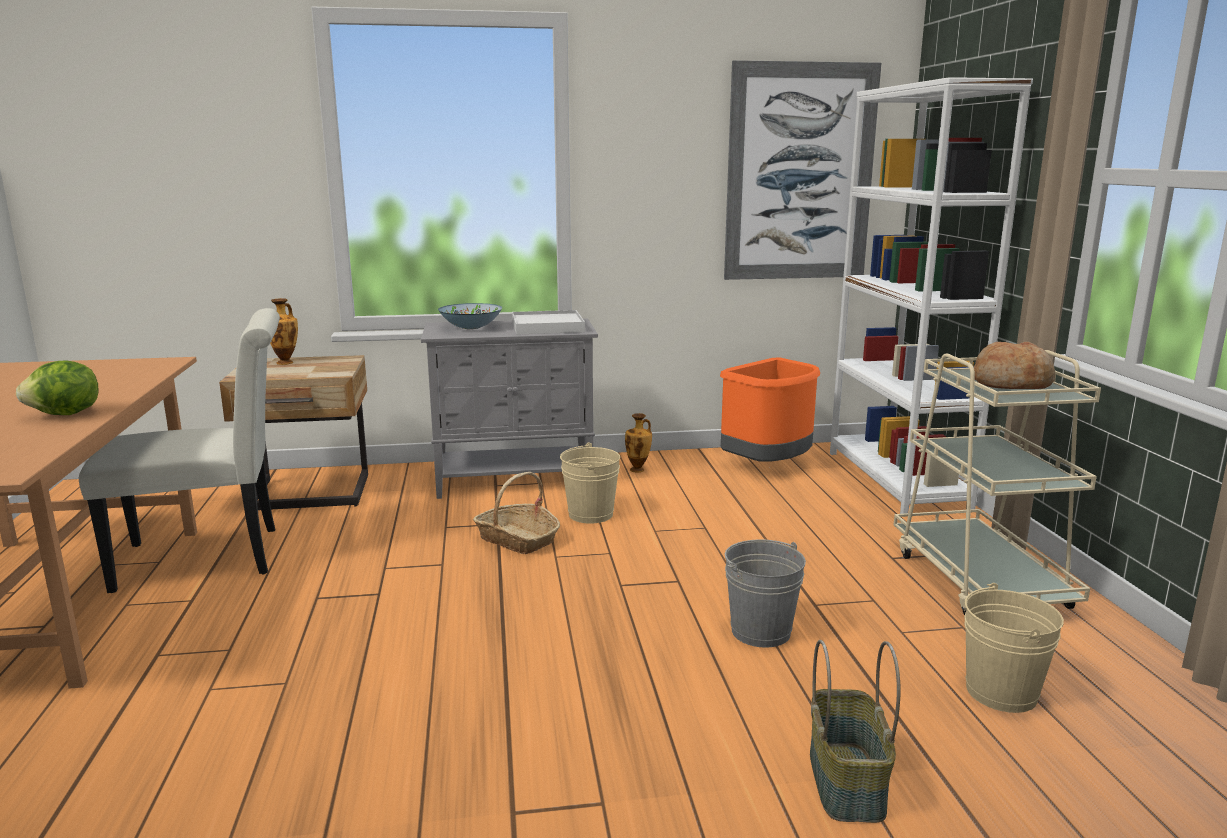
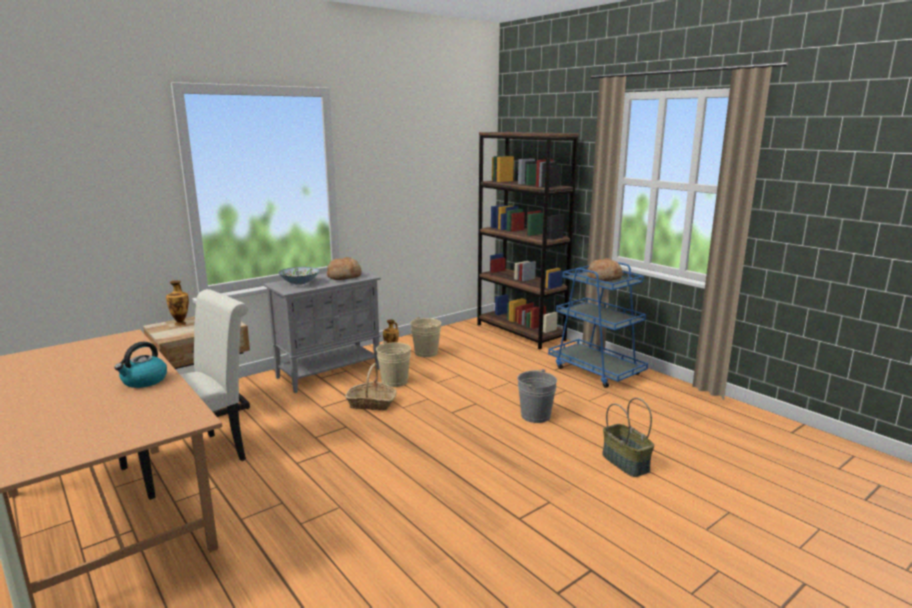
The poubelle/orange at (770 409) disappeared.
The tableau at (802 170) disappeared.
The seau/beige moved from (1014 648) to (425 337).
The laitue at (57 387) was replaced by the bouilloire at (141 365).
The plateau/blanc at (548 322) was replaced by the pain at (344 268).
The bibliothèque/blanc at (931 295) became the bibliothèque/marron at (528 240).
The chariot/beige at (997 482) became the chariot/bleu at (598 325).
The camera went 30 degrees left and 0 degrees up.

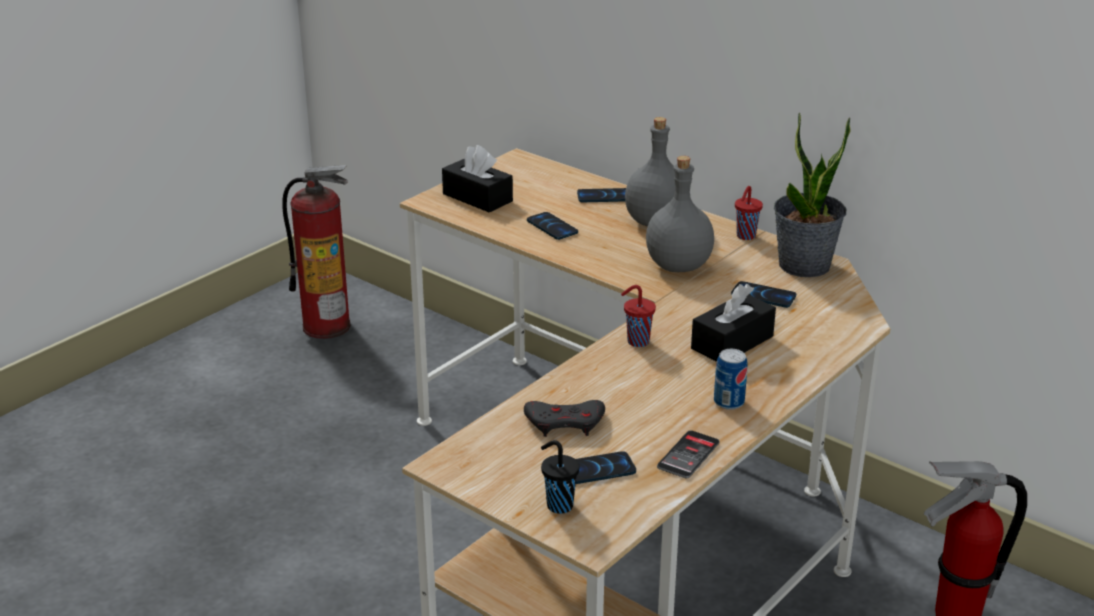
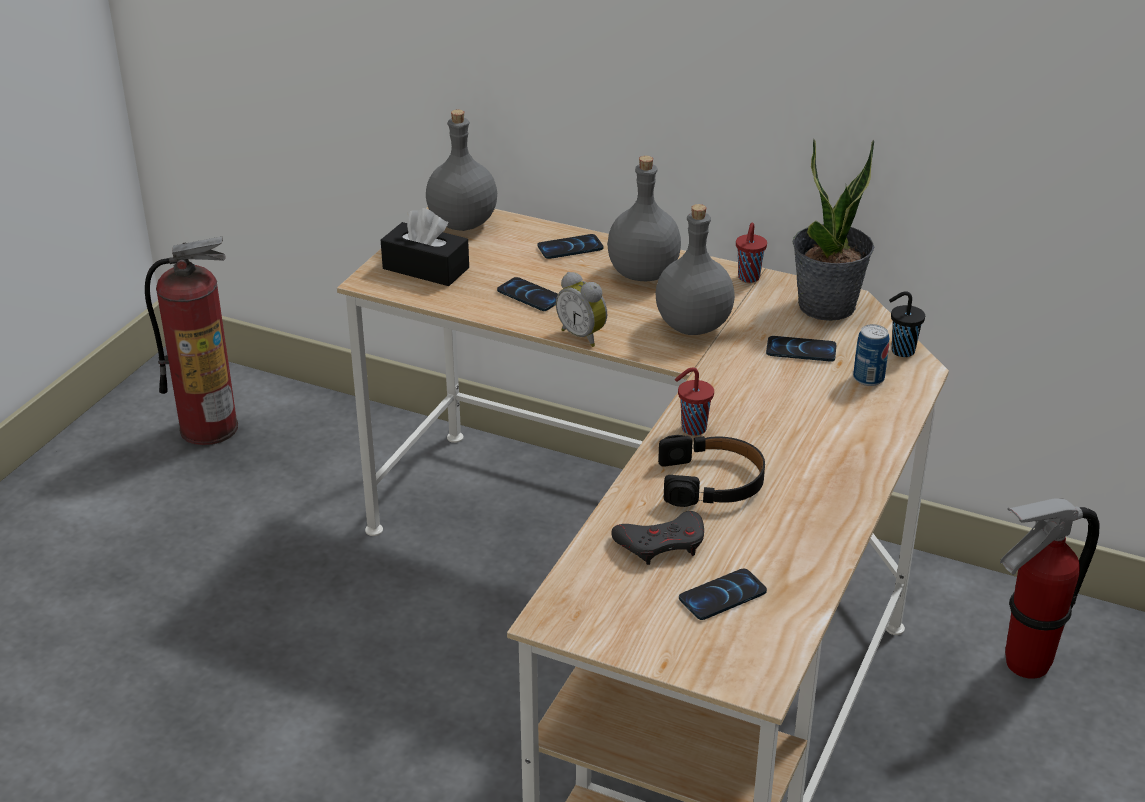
The téléphone at (688 454) disappeared.
The boîte à mouchoirs/noir at (733 323) disappeared.
The bouteille/gris at (461 170) appeared.
The réveil at (581 309) appeared.
The casque audio/noir at (711 471) appeared.
The tasse/noir moved from (560 477) to (907 324).
The boîte métallique moved from (731 379) to (871 355).
The camera went 15 degrees left and 5 degrees up.

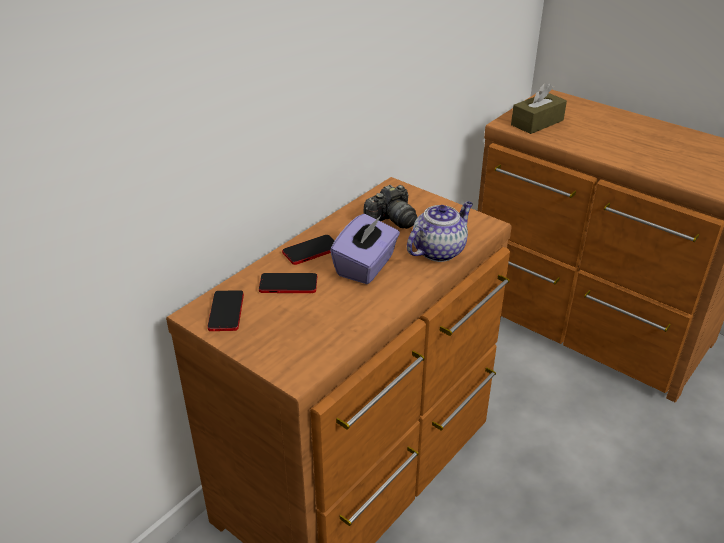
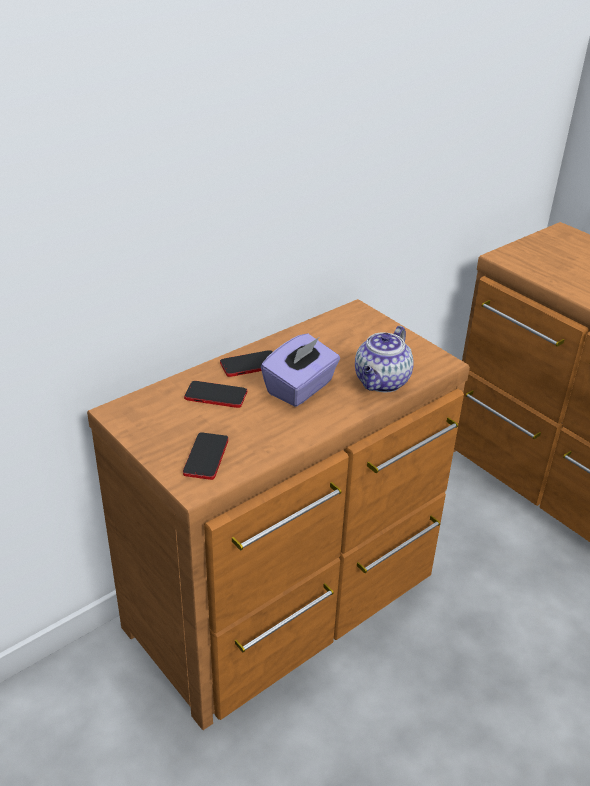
The appareil photo at (390 207) disappeared.
The boîte à mouchoirs/marron at (539 108) disappeared.
The téléphone moved from (226 310) to (205 456).
The théière at (440 231) turned 150 degrees clockwise.
The camera went 10 degrees right and 0 degrees up.

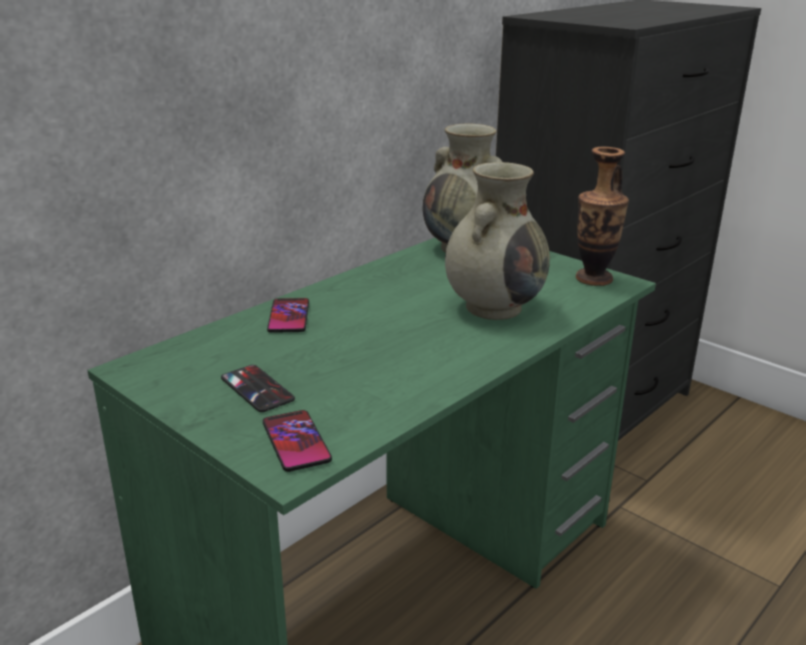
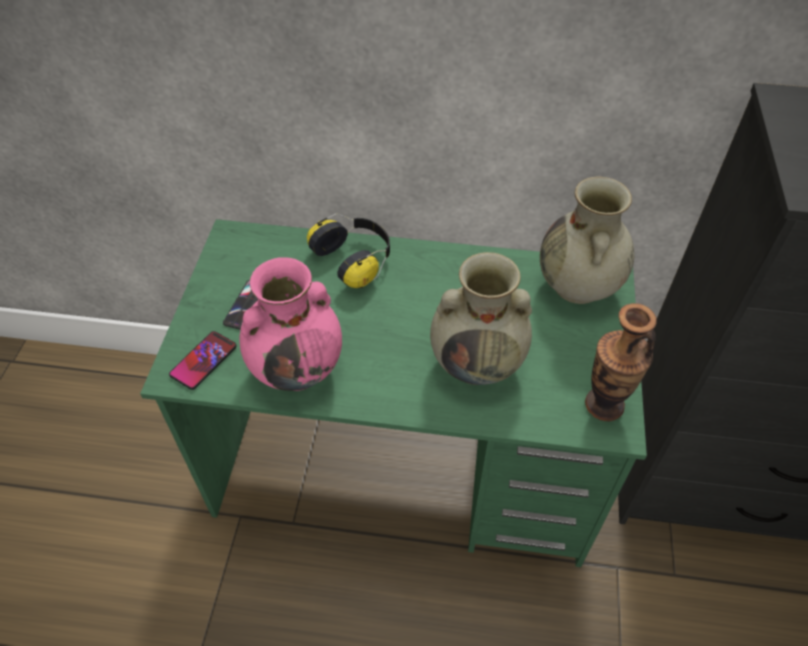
The vase/rose at (290 324) appeared.
The téléphone at (288 315) was replaced by the casque audio at (348 251).
The camera went 55 degrees right and 25 degrees up.

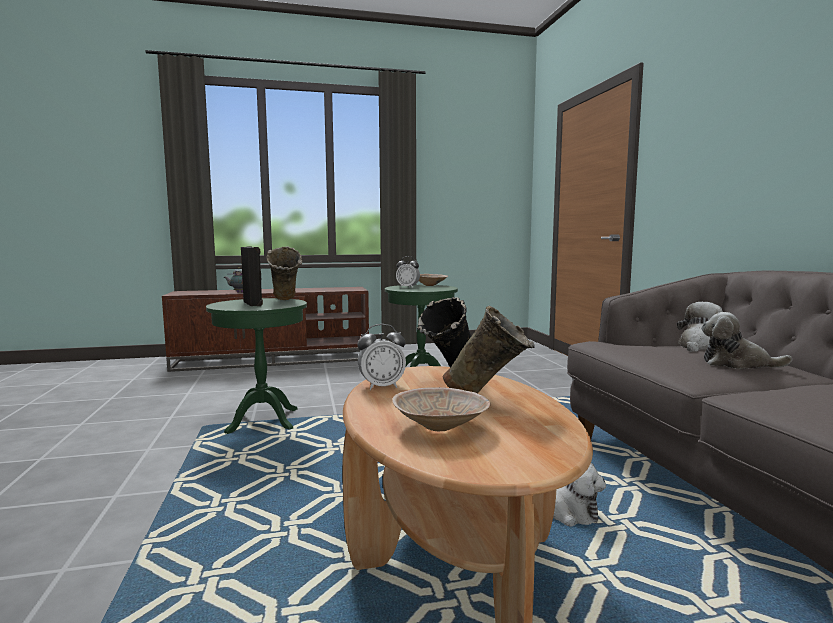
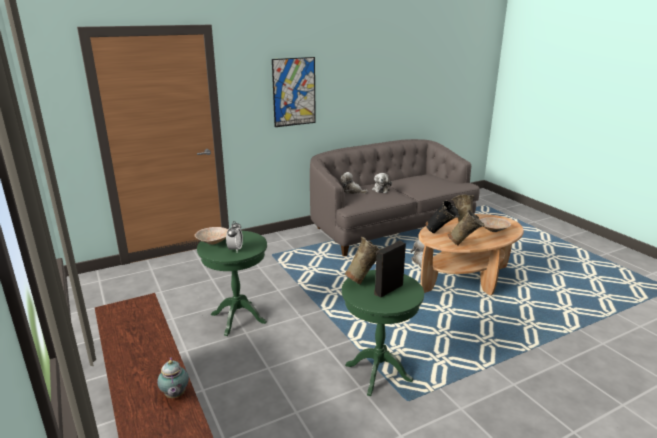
The tableau at (294 92) appeared.
The réveil at (382 357) was replaced by the vase/beige at (466 227).
The camera went 105 degrees left and 15 degrees up.

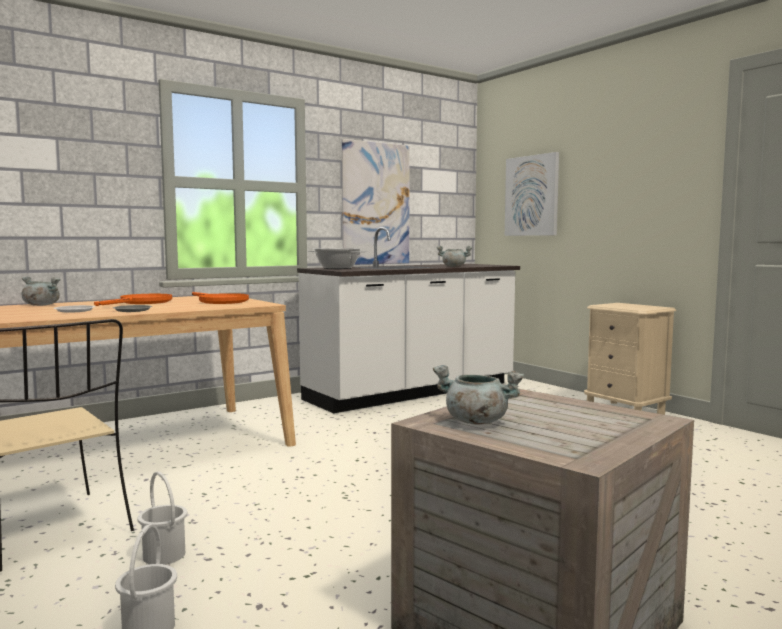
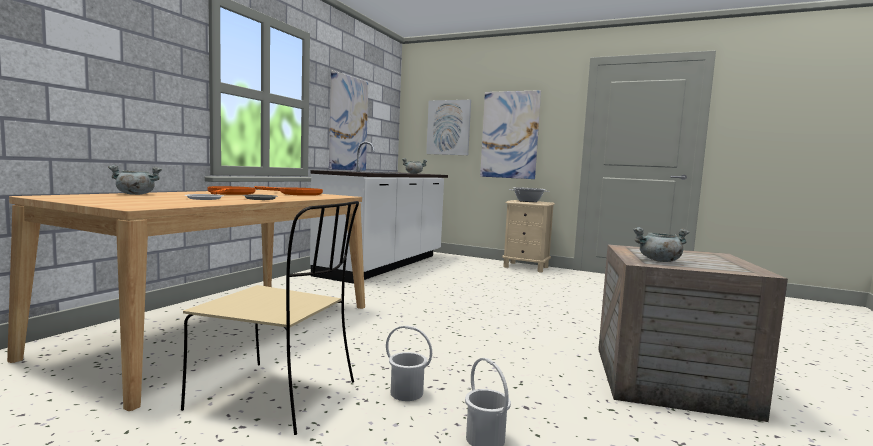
The tableau at (510 134) appeared.
The marmite moved from (337 258) to (529 194).
The camera went 30 degrees left and 0 degrees up.

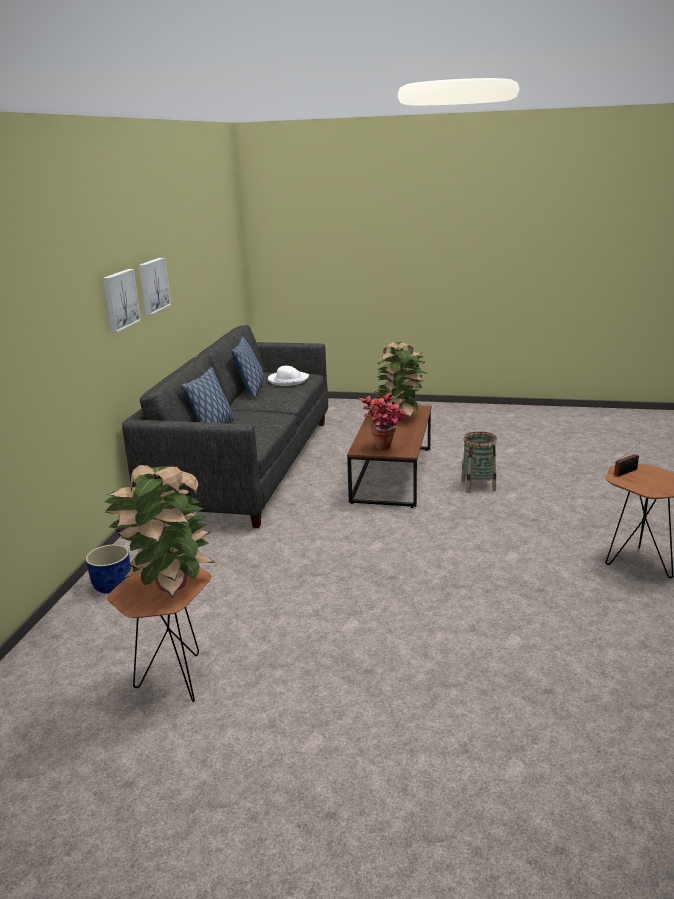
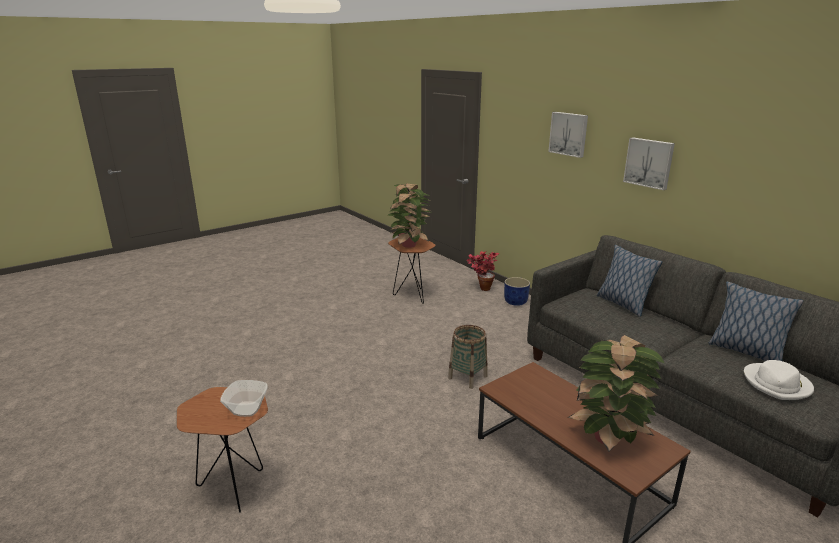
The tableau moved from (155 286) to (568 135).
The plante en pot moved from (382 421) to (482 271).
The panier moved from (479 462) to (468 357).
The radio at (627 460) was replaced by the bol at (244 398).
The camera went 130 degrees right and 0 degrees up.

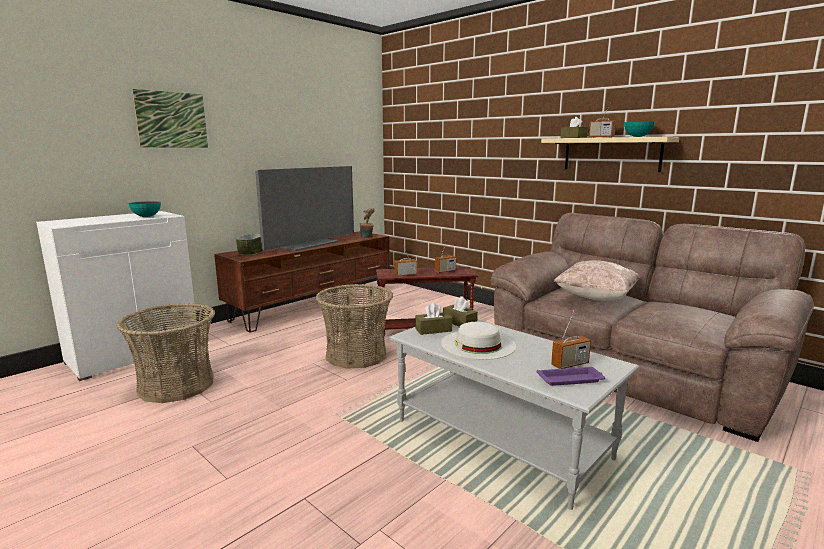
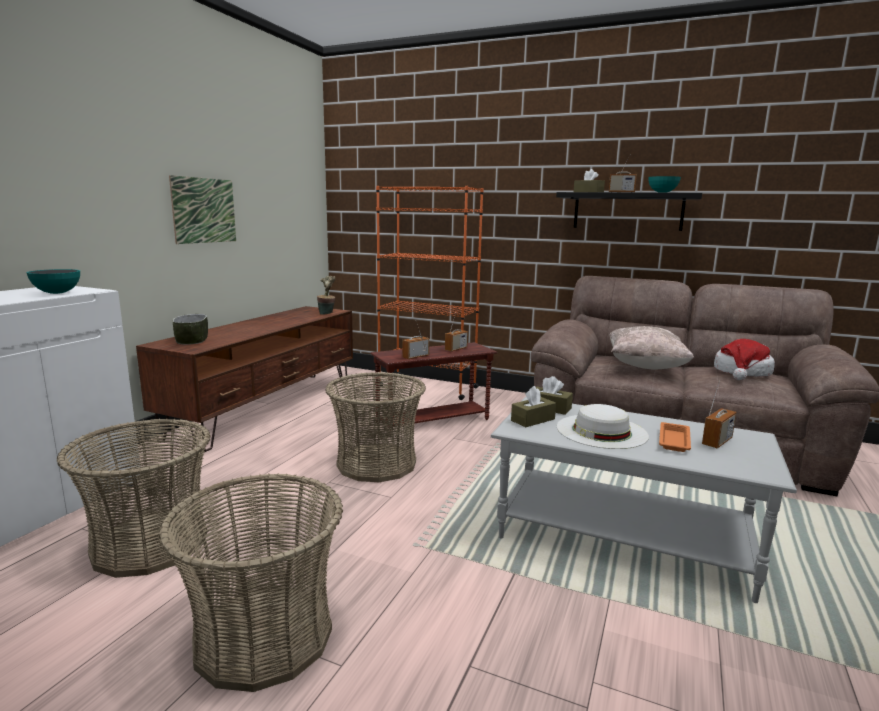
The téléviseur at (304 208) disappeared.
The plateau/violet at (571 376) disappeared.
The panier at (250 582) appeared.
The bibliothèque/orange at (430 293) appeared.
The plateau/orange at (675 437) appeared.
The chapeau at (744 359) appeared.
The tableau moved from (170 118) to (202 209).
The étagère/beige at (610 154) became the étagère/noir at (629 211).
The camera went 20 degrees left and 0 degrees up.

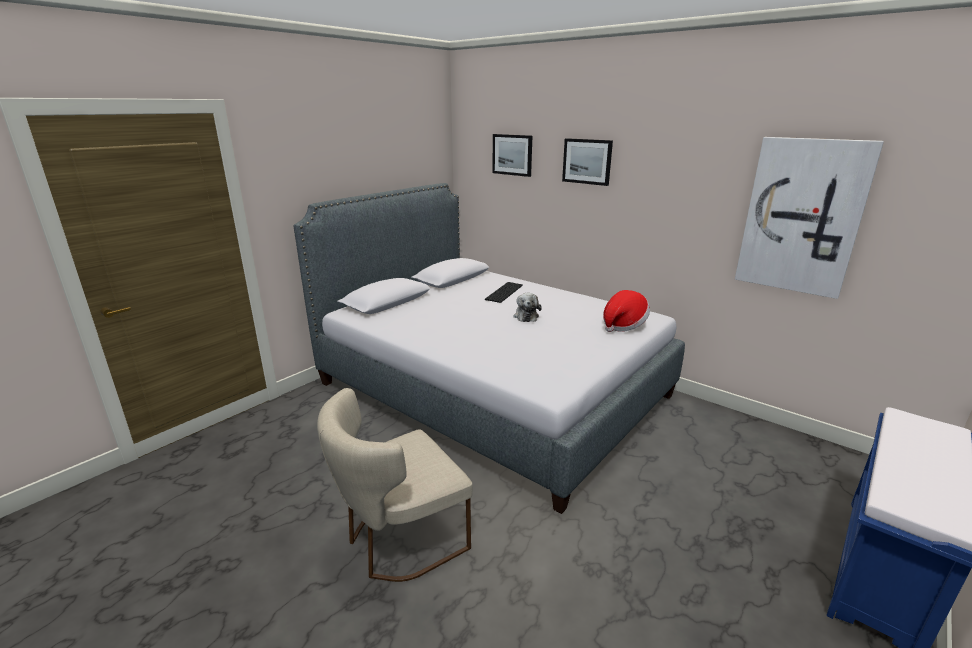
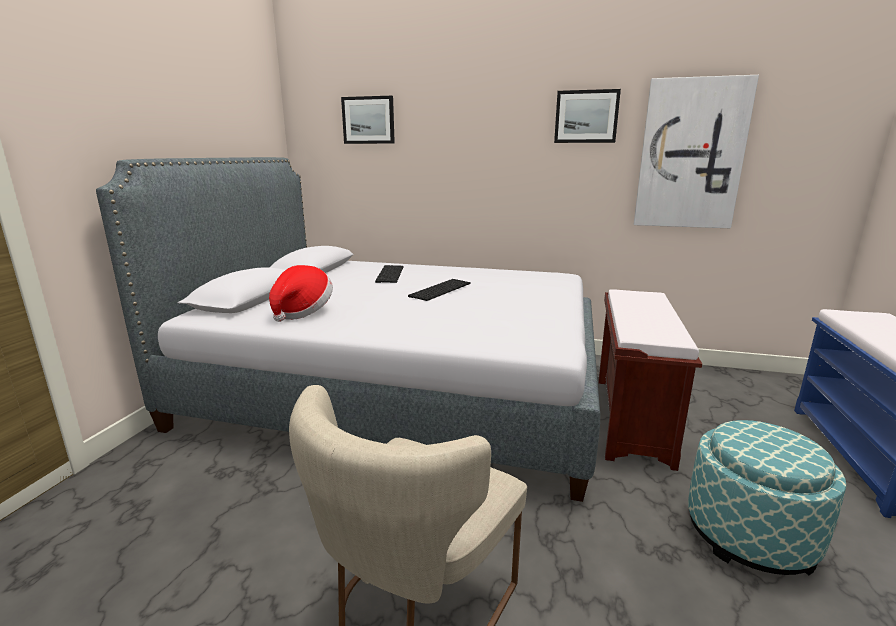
The banc/marron at (650 380) appeared.
The pouf at (767 497) appeared.
The tableau moved from (587 162) to (587 116).
The chapeau moved from (626 311) to (301 293).
The peluche at (527 307) was replaced by the clavier at (439 290).
The camera went 25 degrees left and 5 degrees down.

